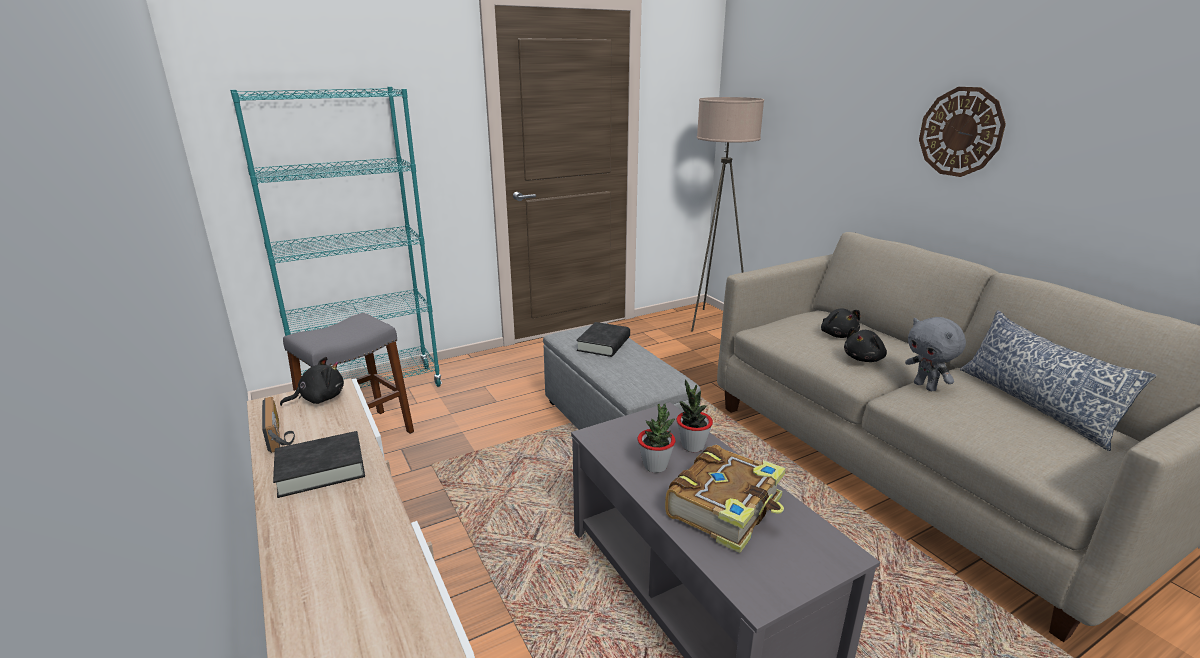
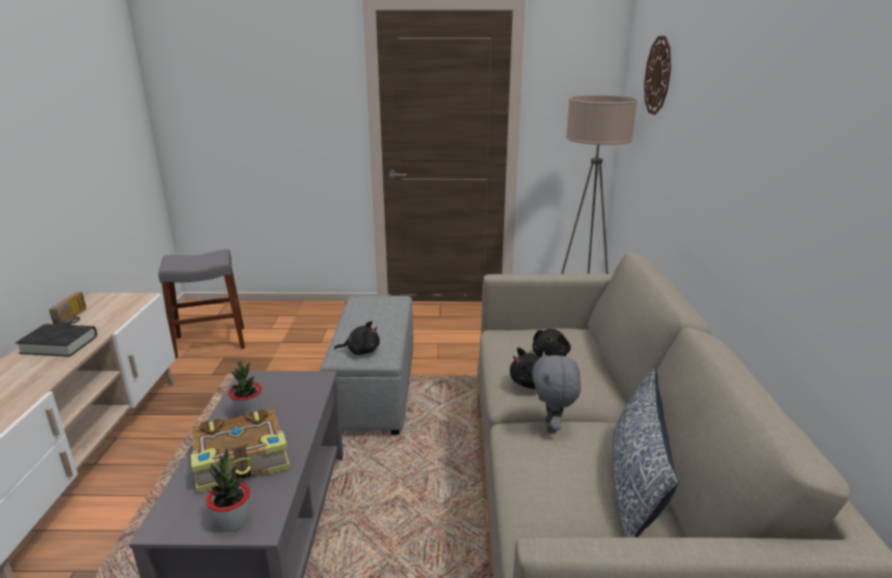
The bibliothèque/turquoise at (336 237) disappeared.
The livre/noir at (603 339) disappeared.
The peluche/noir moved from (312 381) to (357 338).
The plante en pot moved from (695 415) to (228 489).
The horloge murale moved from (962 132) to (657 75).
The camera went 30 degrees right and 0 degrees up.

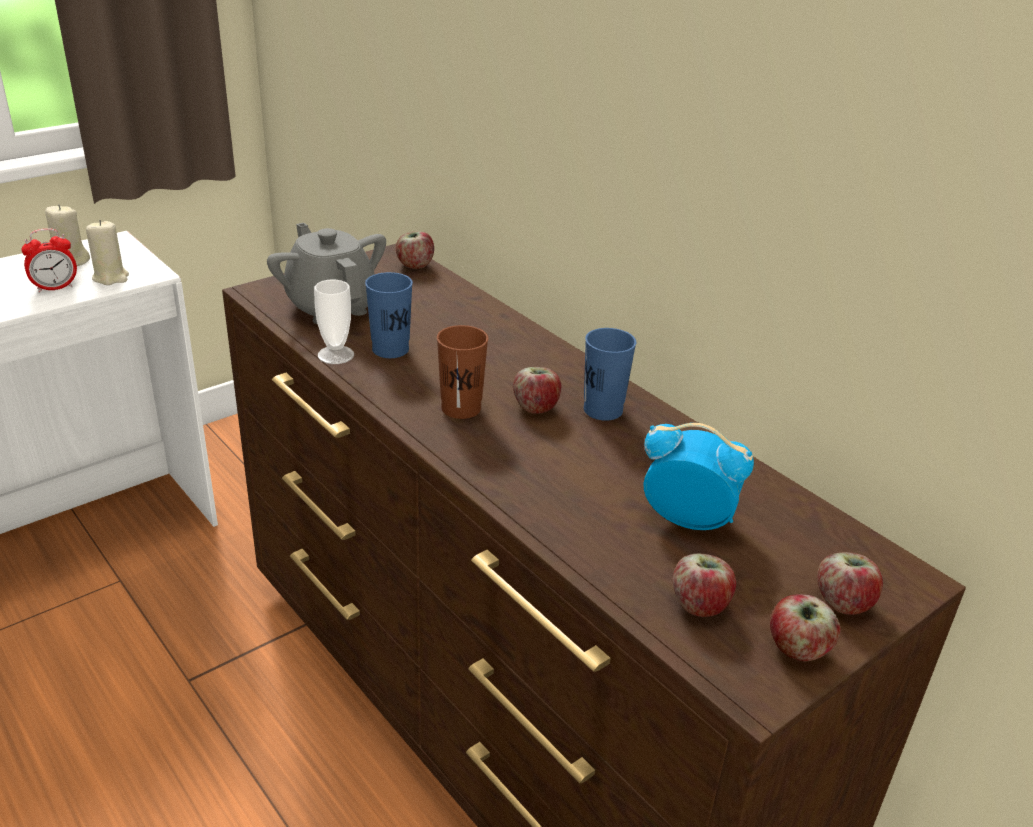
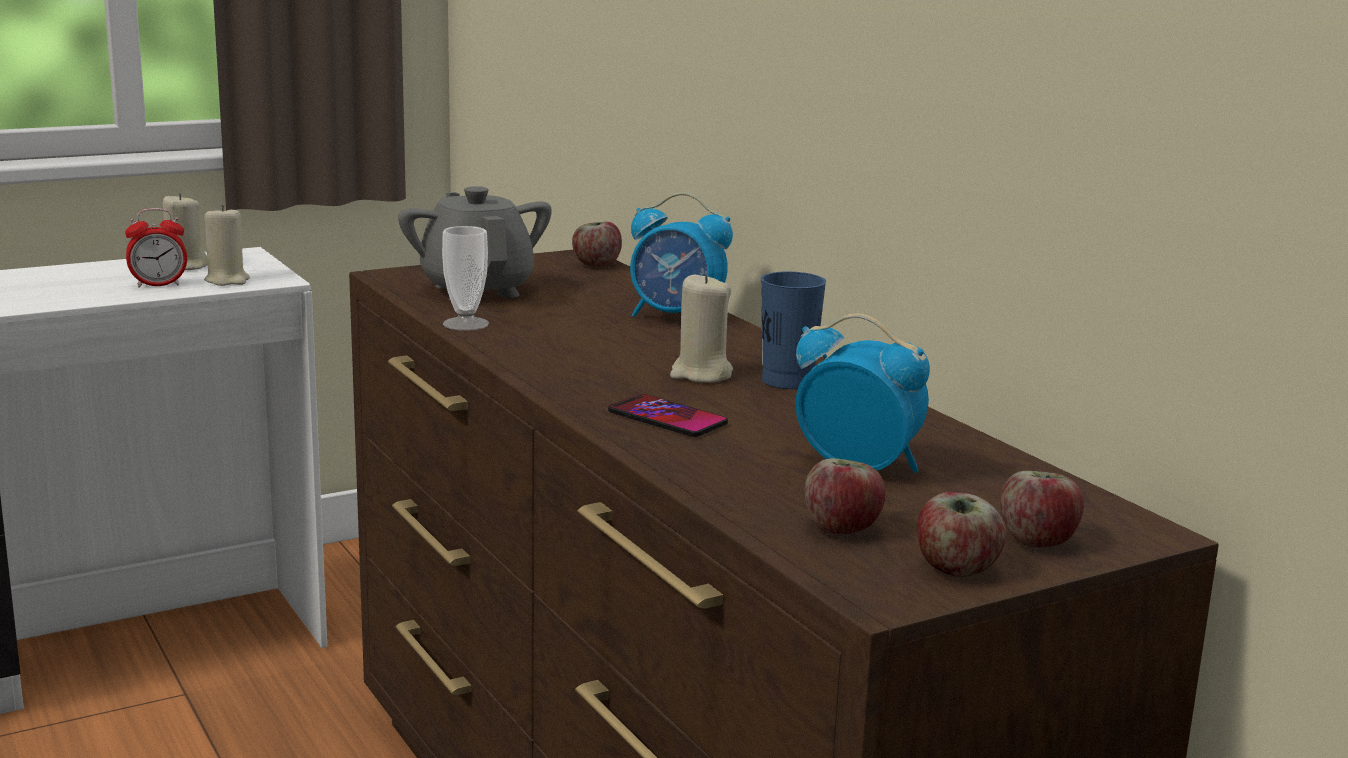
The tasse/bleu at (389 315) disappeared.
The tasse/marron at (462 372) disappeared.
The téléphone at (668 415) appeared.
The réveil at (681 254) appeared.
The pomme at (537 390) was replaced by the bougie/beige at (701 328).
The camera went 10 degrees right and 15 degrees down.

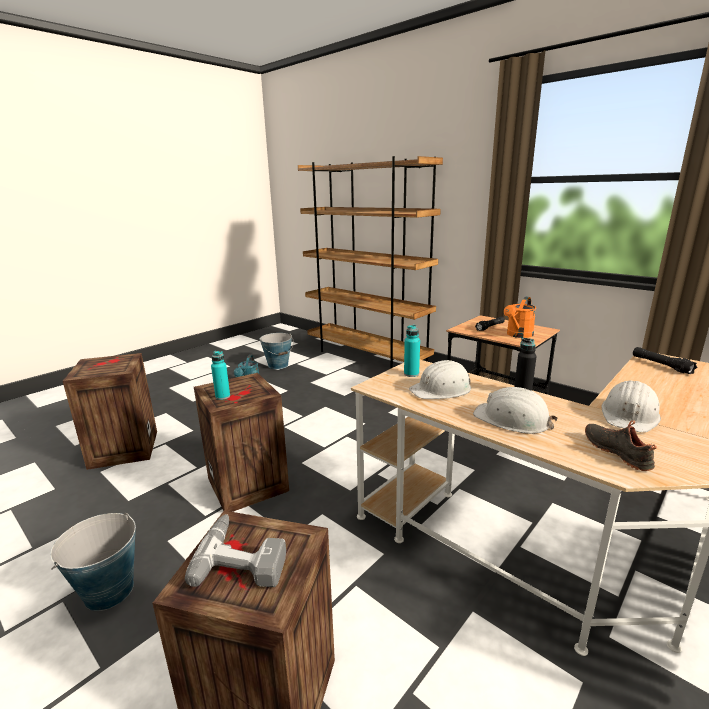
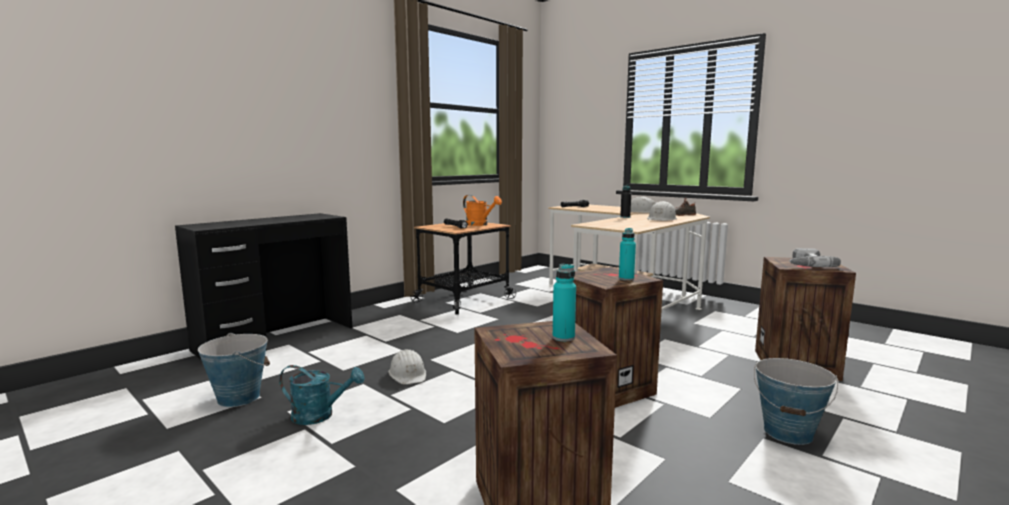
The bouteille/turquoise moved from (412 351) to (564 303).
The casque de chantier/blanc moved from (440 379) to (407 366).
The bibliothèque/marron at (370 262) was replaced by the bureau/noir at (263 286).
The camera went 90 degrees left and 10 degrees down.

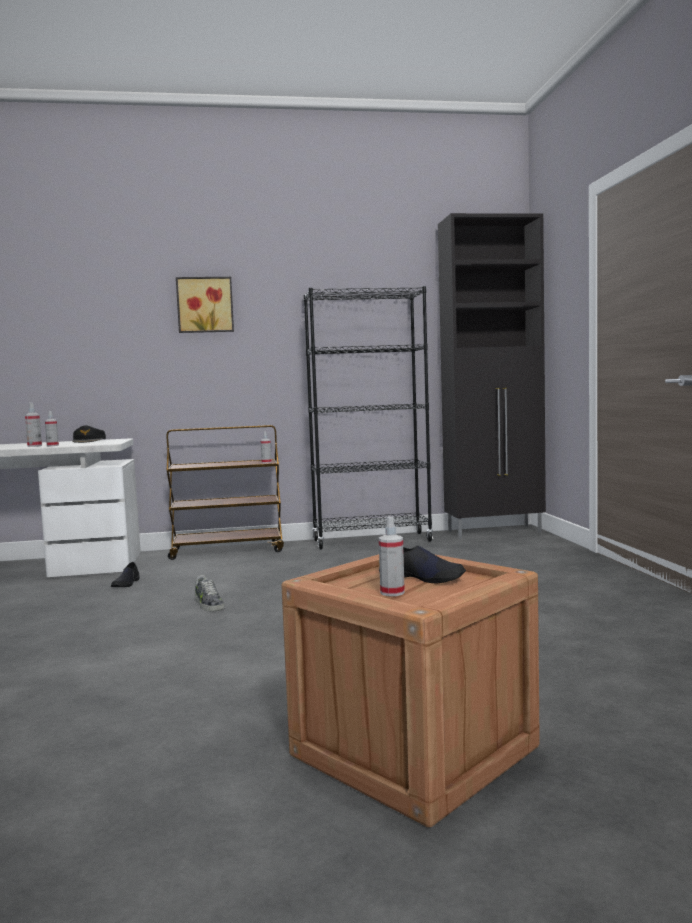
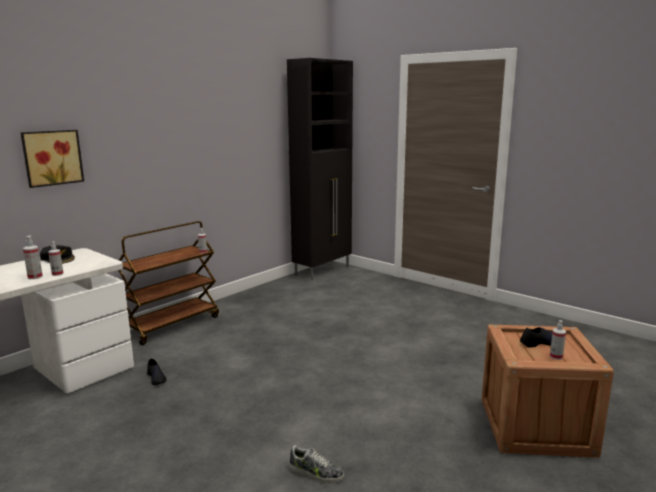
The bibliothèque/noir at (368 418) disappeared.
The tableau moved from (205 305) to (52 159).
The chaussure moved from (210 593) to (316 464).
The camera went 40 degrees left and 10 degrees up.

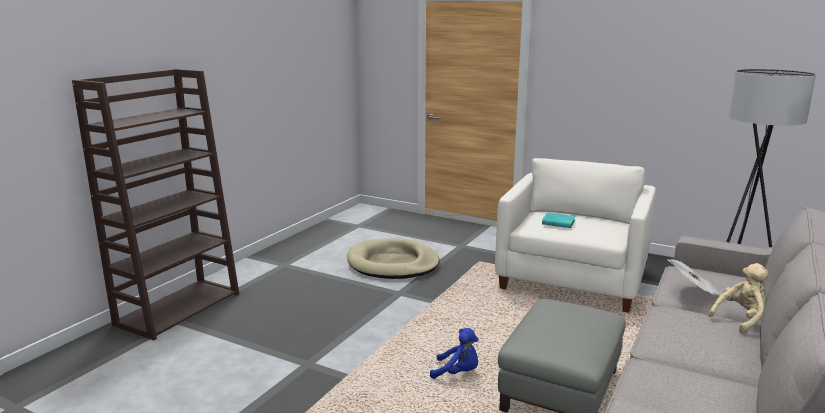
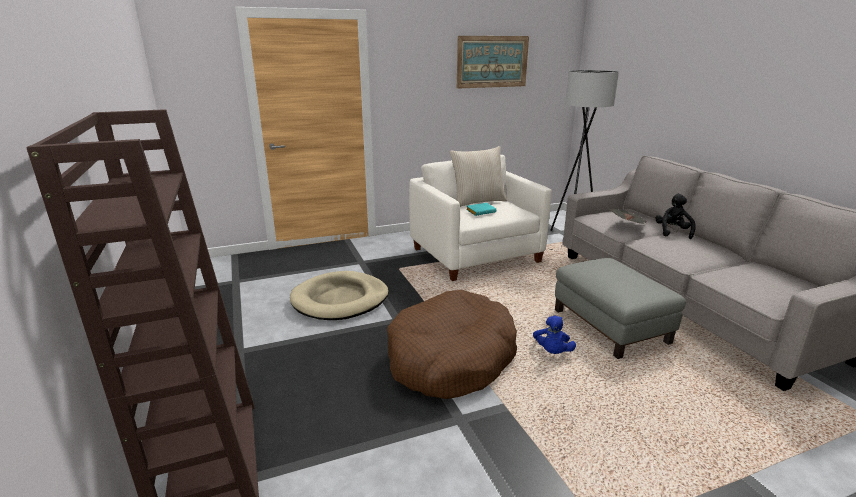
The panier pour chien/marron at (452 344) appeared.
The coussin/beige at (478 176) appeared.
The tableau at (493 62) appeared.
The peluche/beige at (738 298) became the peluche/noir at (676 216).
The peluche/bleu at (454 353) turned 135 degrees clockwise.
The camera went 50 degrees left and 5 degrees up.

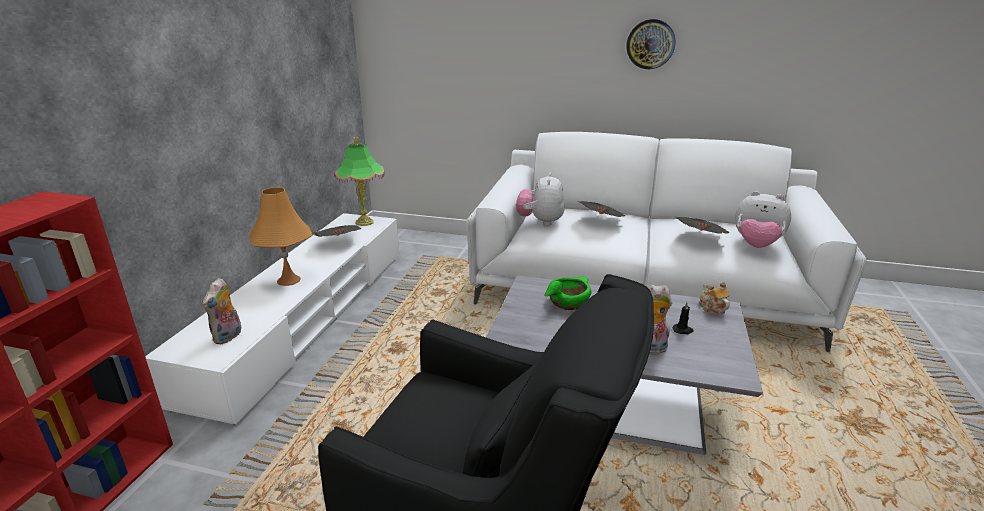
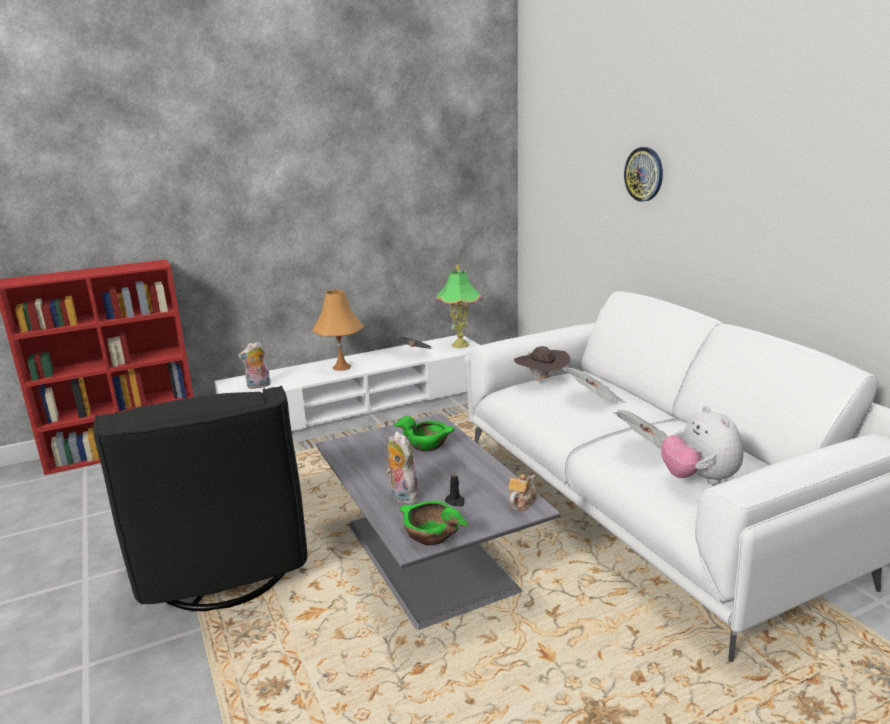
The bol/vert at (434 522) appeared.
The horloge murale moved from (650 44) to (643 174).
The peluche at (540 199) was replaced by the chapeau/marron at (542 363).
The camera went 50 degrees right and 5 degrees down.

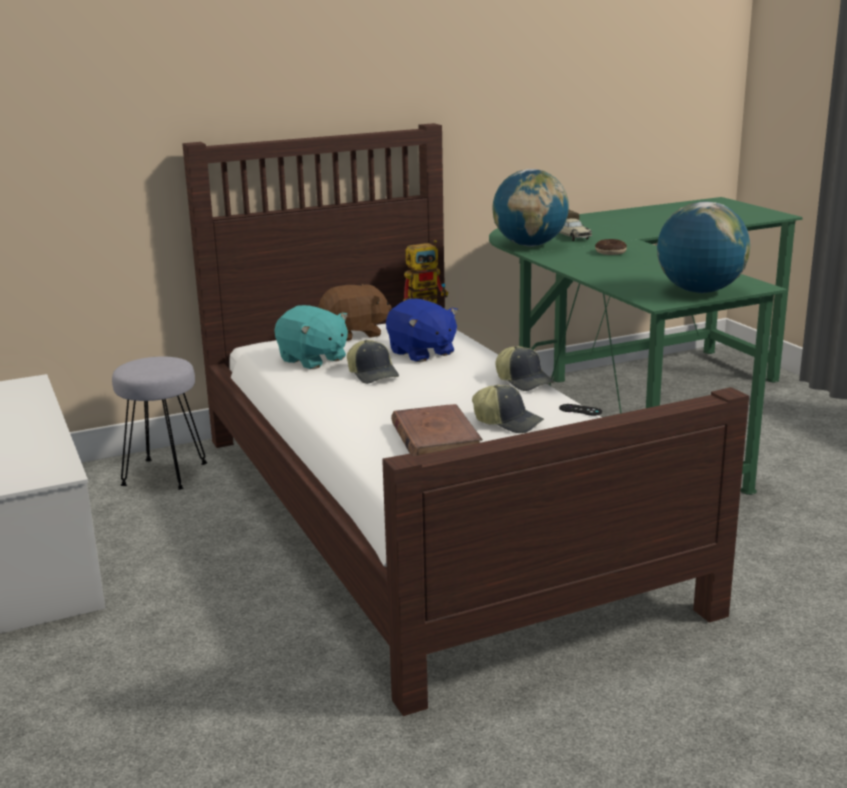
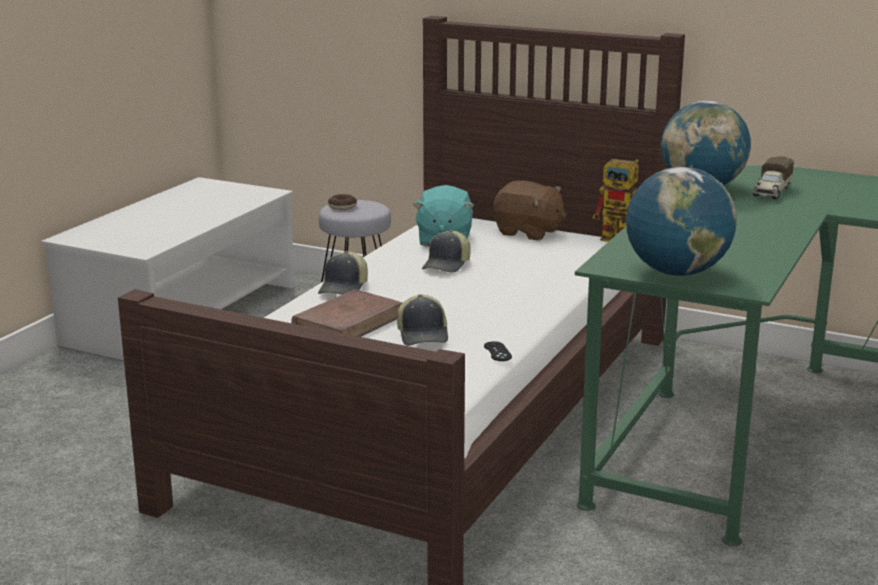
The peluche/bleu at (422 330) disappeared.
The casquette moved from (524 368) to (343 273).
The beignet moved from (611 247) to (342 202).
The camera went 50 degrees right and 0 degrees up.

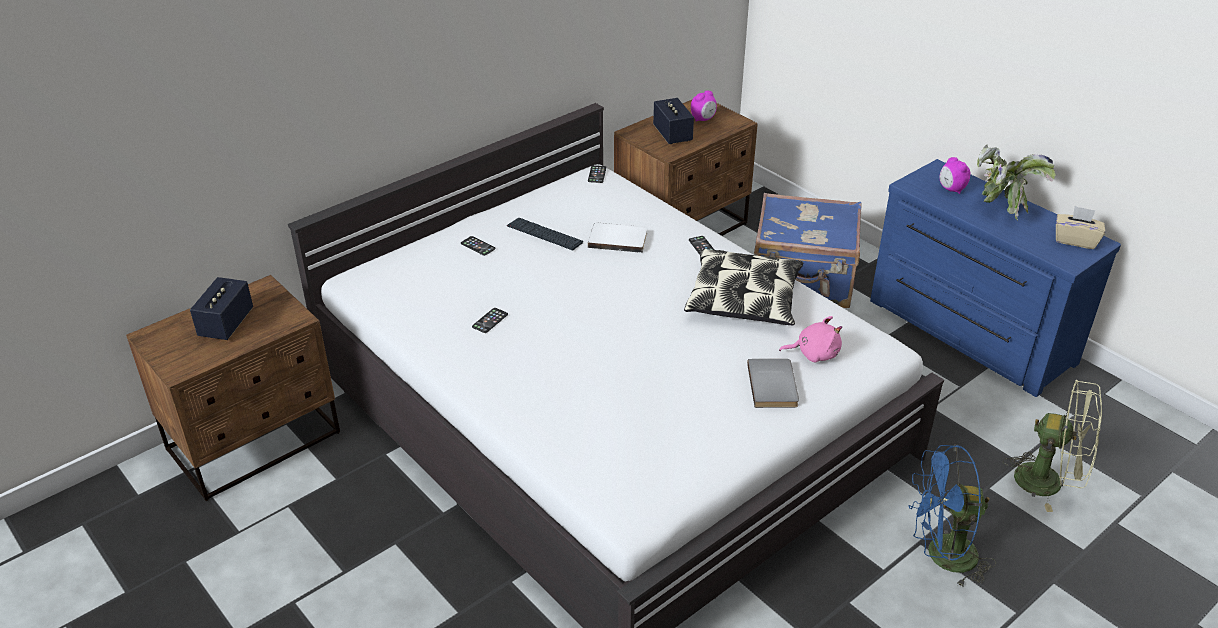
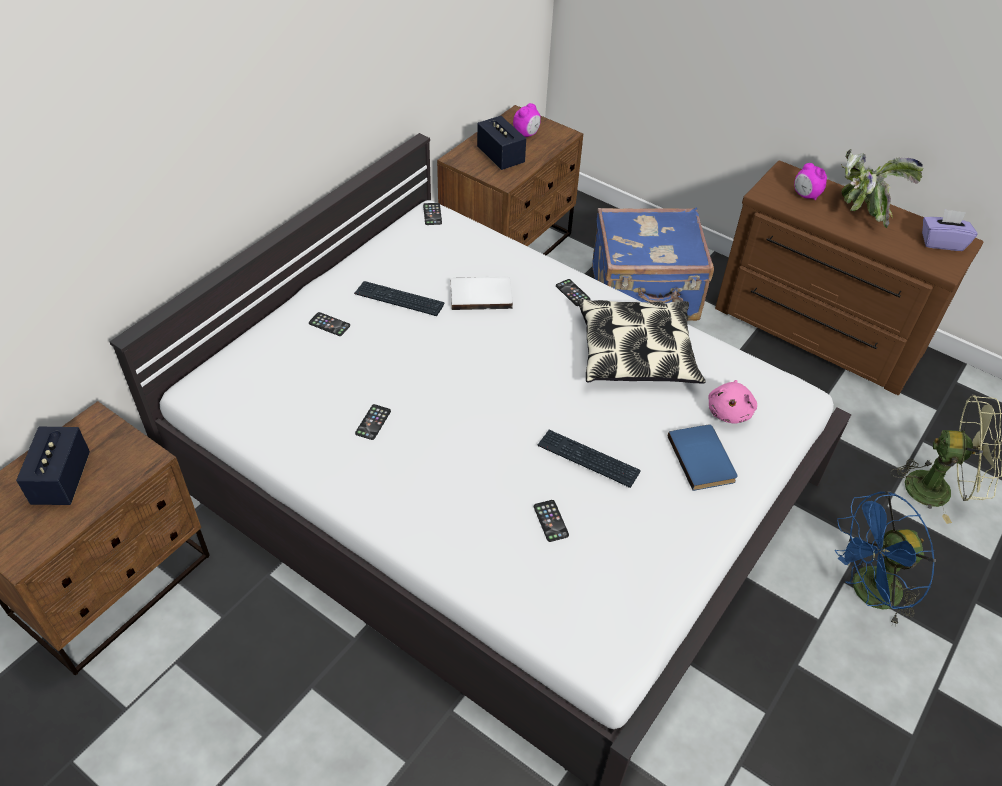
The téléphone at (551 521) appeared.
The clavier at (589 459) appeared.
The livre/gris at (773 383) became the livre/bleu at (703 458).
The commode/bleu at (995 278) became the commode/marron at (849 277).
The boîte à mouchoirs/beige at (1080 227) became the boîte à mouchoirs/violet at (950 230).
The peluche/rose at (810 339) turned 120 degrees clockwise.
The camera went 15 degrees left and 10 degrees up.

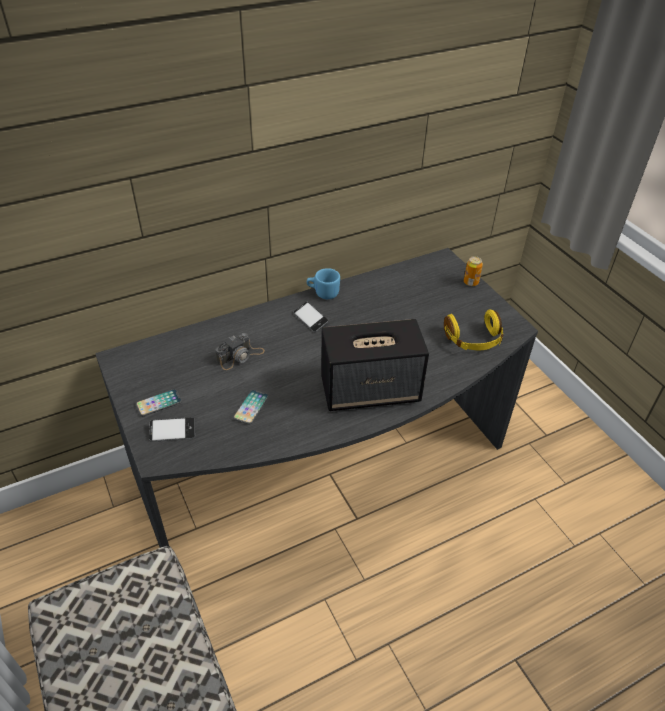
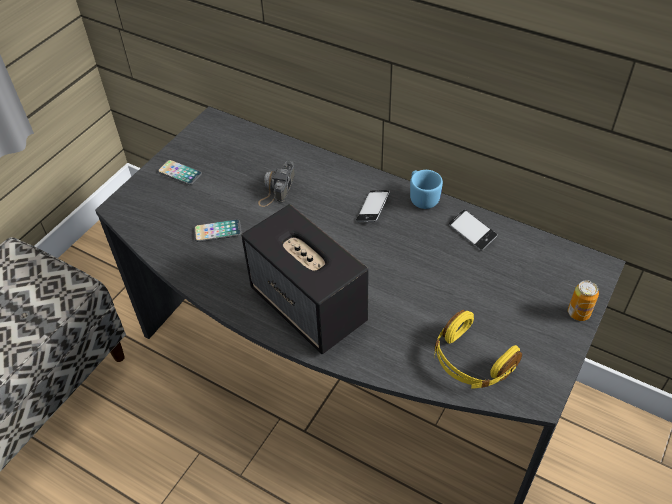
The téléphone moved from (172 429) to (473 230).
The appareil photo at (240 351) turned 90 degrees clockwise.
The camera went 60 degrees right and 5 degrees up.

